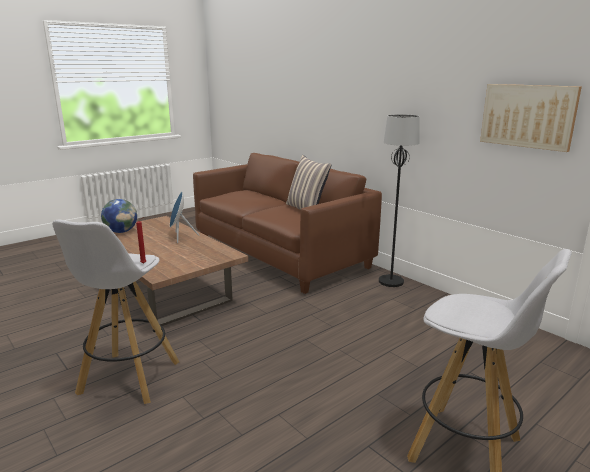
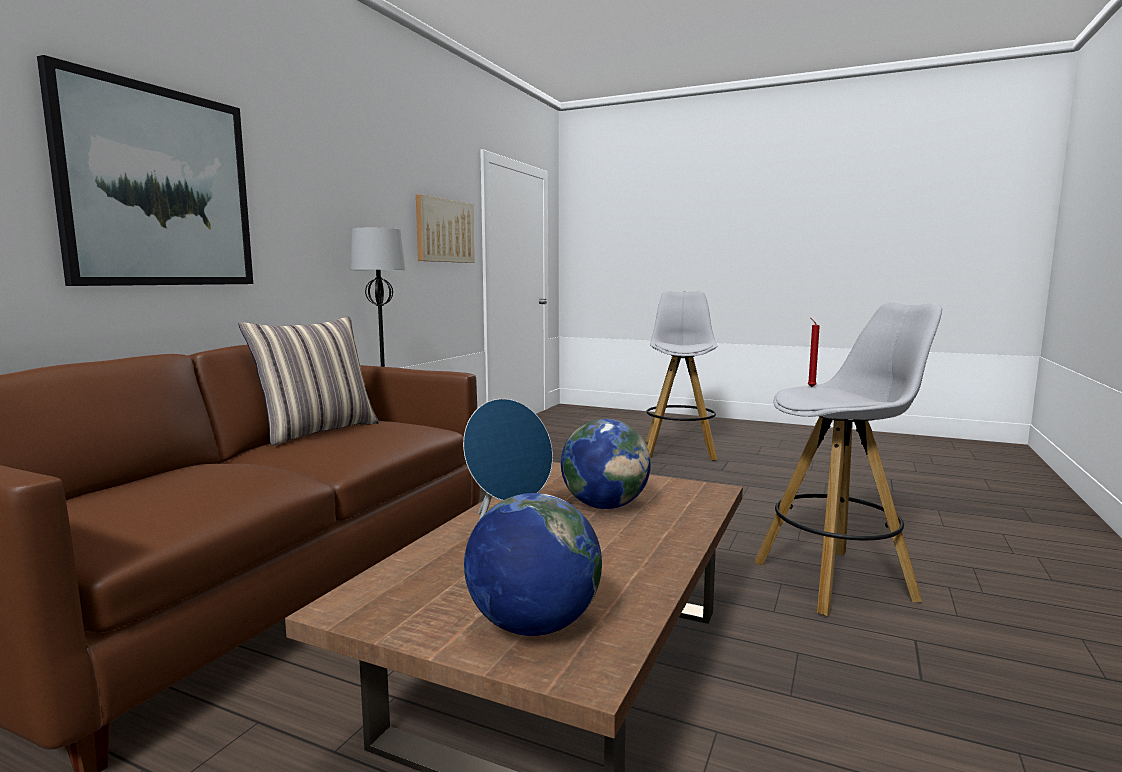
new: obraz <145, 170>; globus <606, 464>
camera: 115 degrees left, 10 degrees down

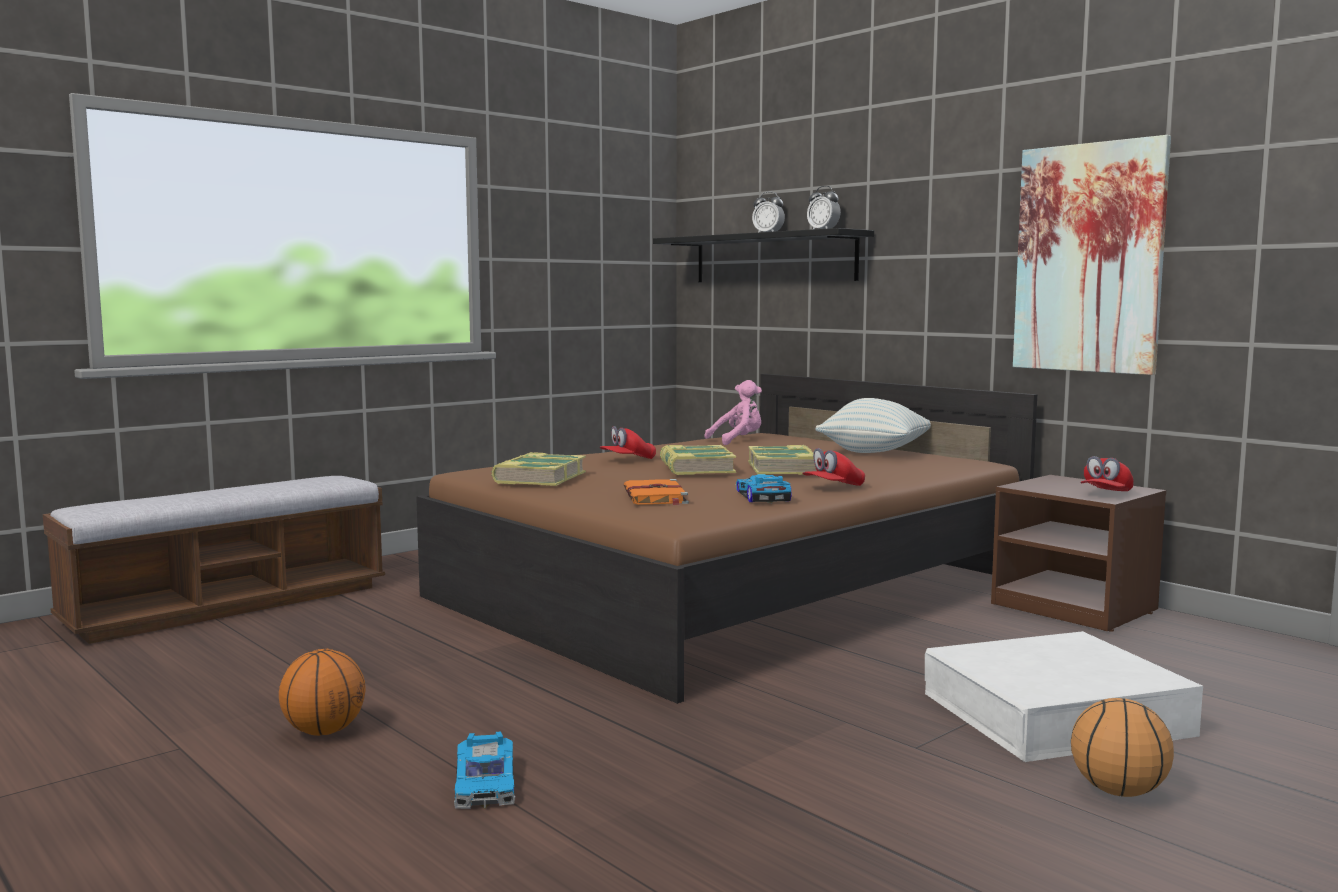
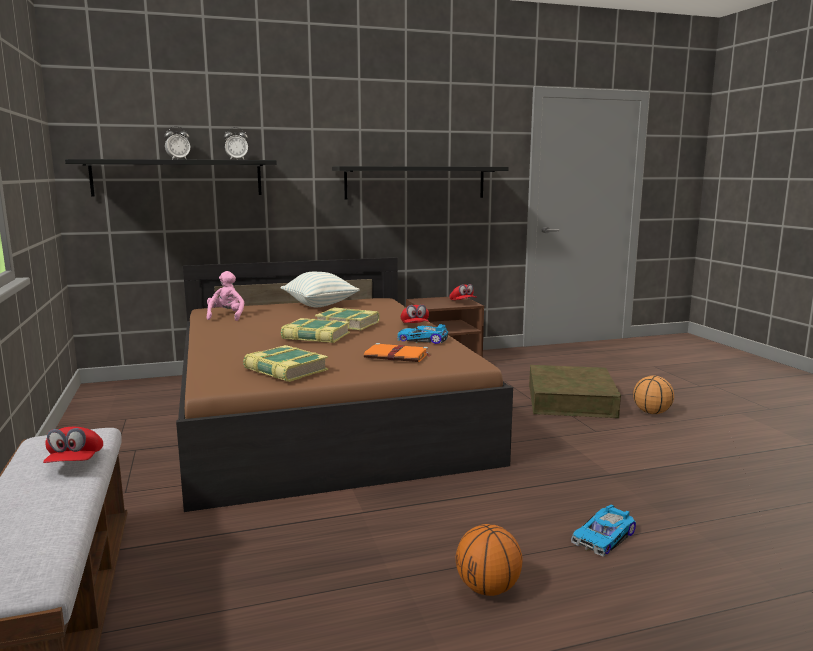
shifted: czapka z daszkiem/czerwony <628, 442> to <73, 445>
swapped: obraz <1092, 255> to półka/czarny <420, 182>
repainted: pojemnik do przechowywania/biały <1064, 696> to pojemnik do przechowywania/brązowy <575, 391>
rotated: samochodzik <484, 770> = <603, 531> 120 degrees clockwise
camera: 65 degrees left, 5 degrees up

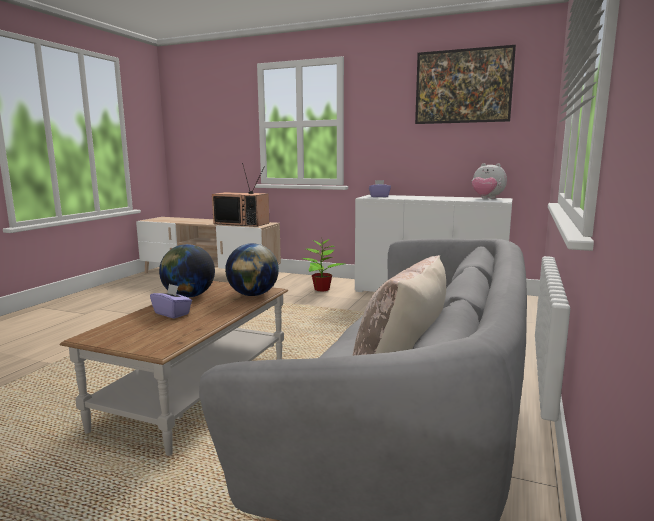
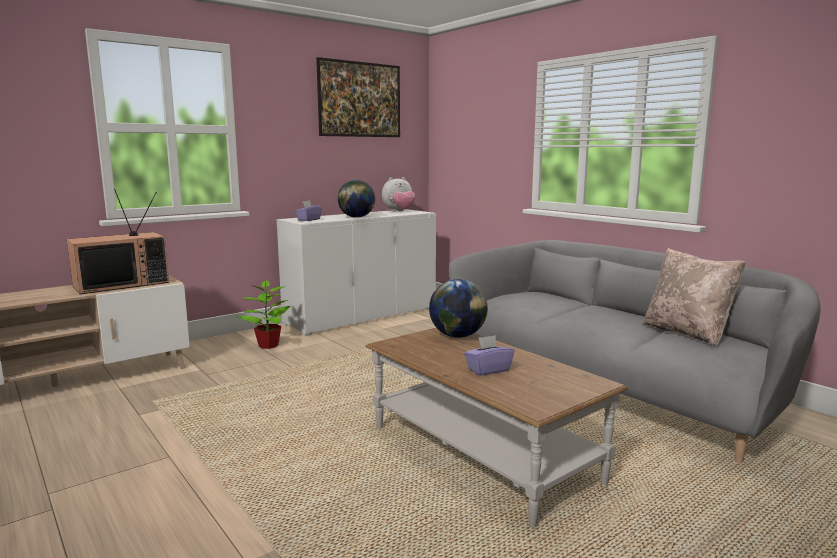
shifted: globus <187, 271> to <356, 199>
camera: 60 degrees left, 0 degrees up

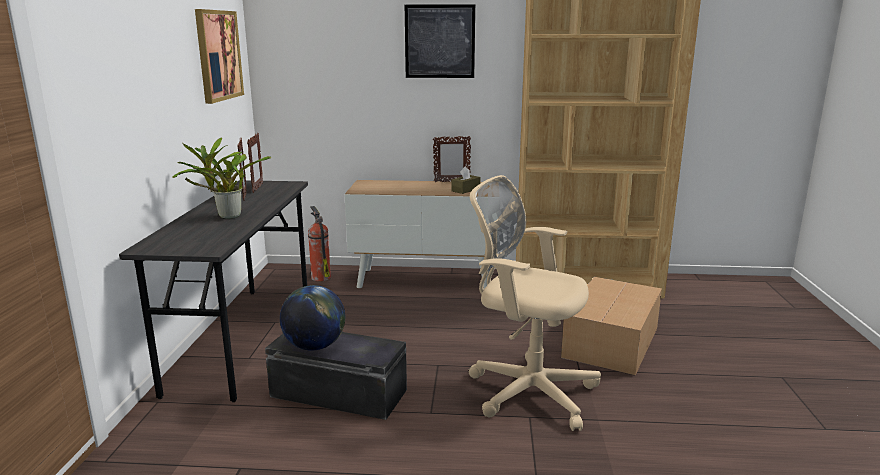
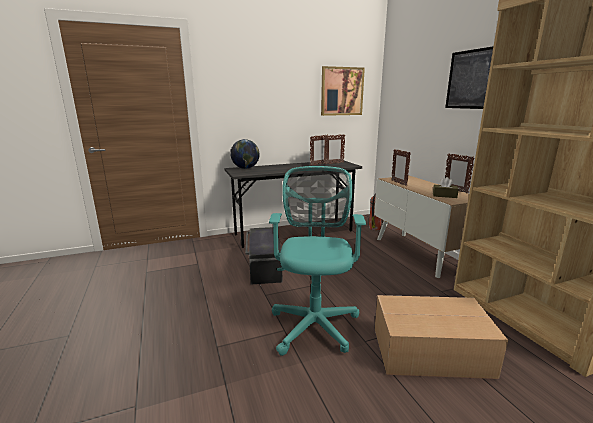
gone: roślina doniczkowa <221, 178>
new: ramka na zdjęcie <401, 167>
shifted: globus <312, 318> to <245, 154>
repainted: krzesło biurowe/beżowy <535, 303> to krzesło biurowe/turkusowy <317, 261>
camera: 65 degrees right, 0 degrees up

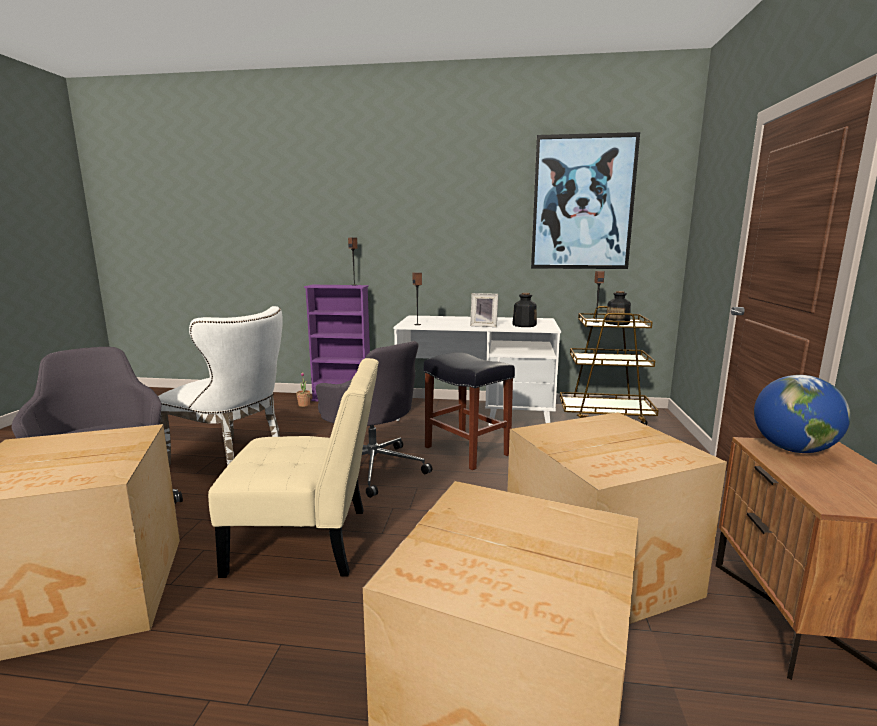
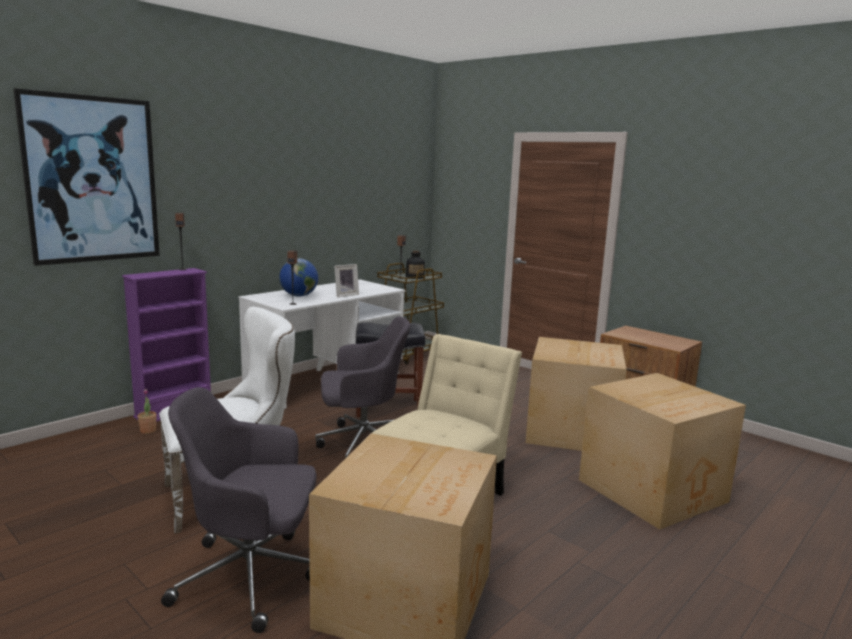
gone: butelka <524, 310>
shifted: obraz <585, 200> to <86, 177>; globus <802, 414> to <298, 277>
camera: 55 degrees left, 0 degrees up

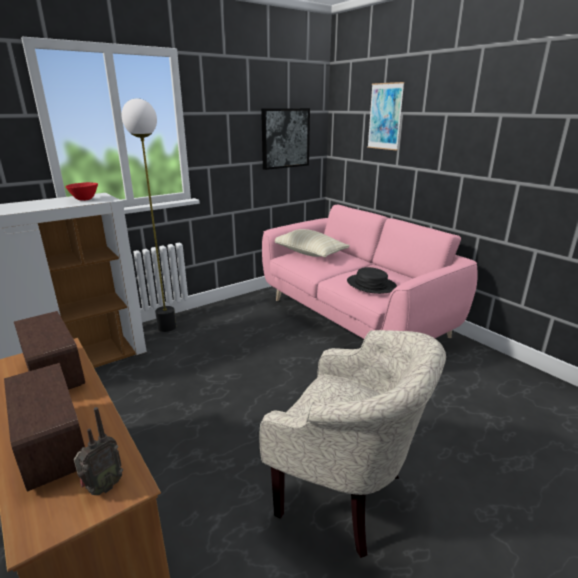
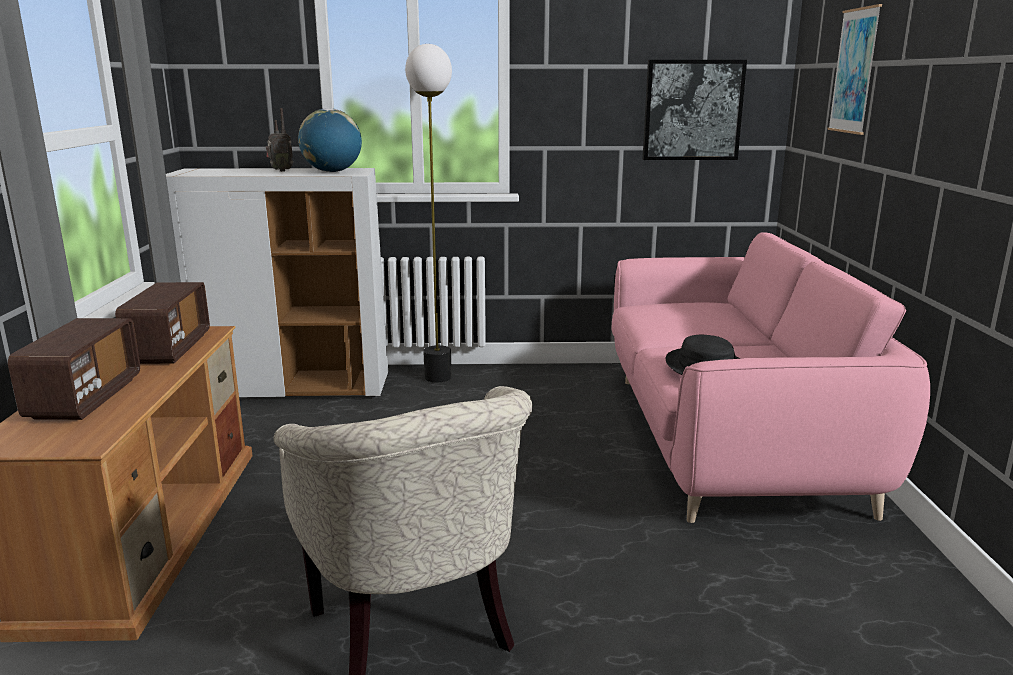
gone: poduszka/beżowy <312, 243>
shifted: radio <98, 451> to <279, 140>
swapped: miska/czerwony <81, 191> to globus <330, 140>
camera: 35 degrees right, 5 degrees down

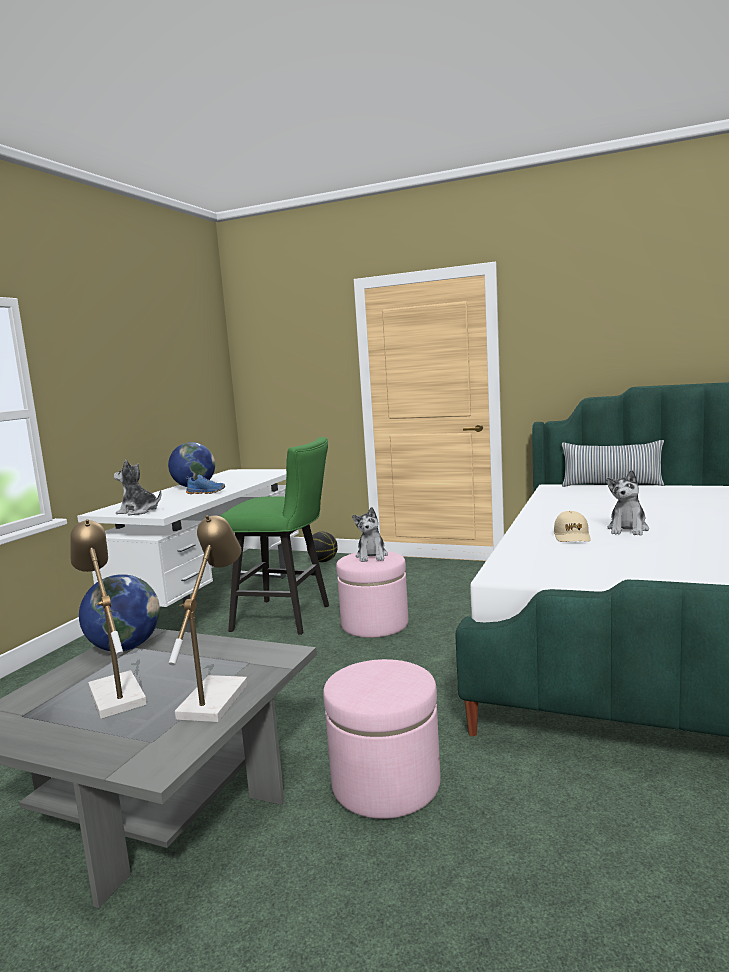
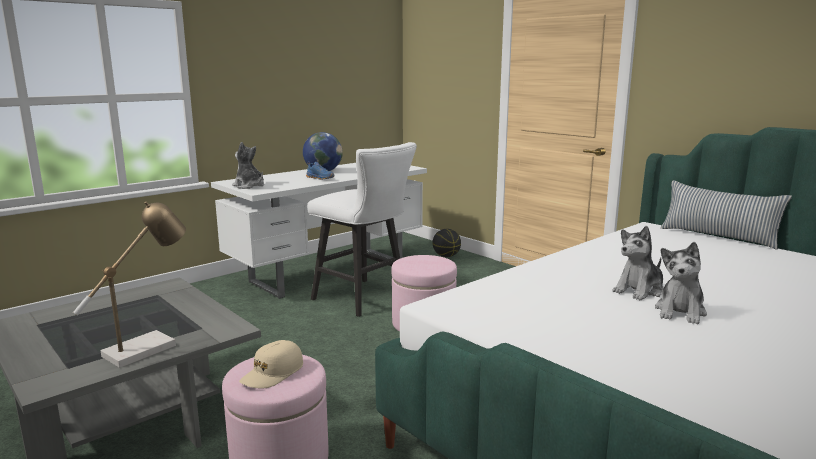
gone: lampa stołowa <108, 619>; globus <119, 612>
shifted: czapka z daszkiem/beżowy <572, 526> to <271, 364>; pluszak <370, 534> to <681, 283>
repainted: stołek/zielony <274, 536> to stołek/biały <362, 229>
camera: 25 degrees right, 5 degrees up

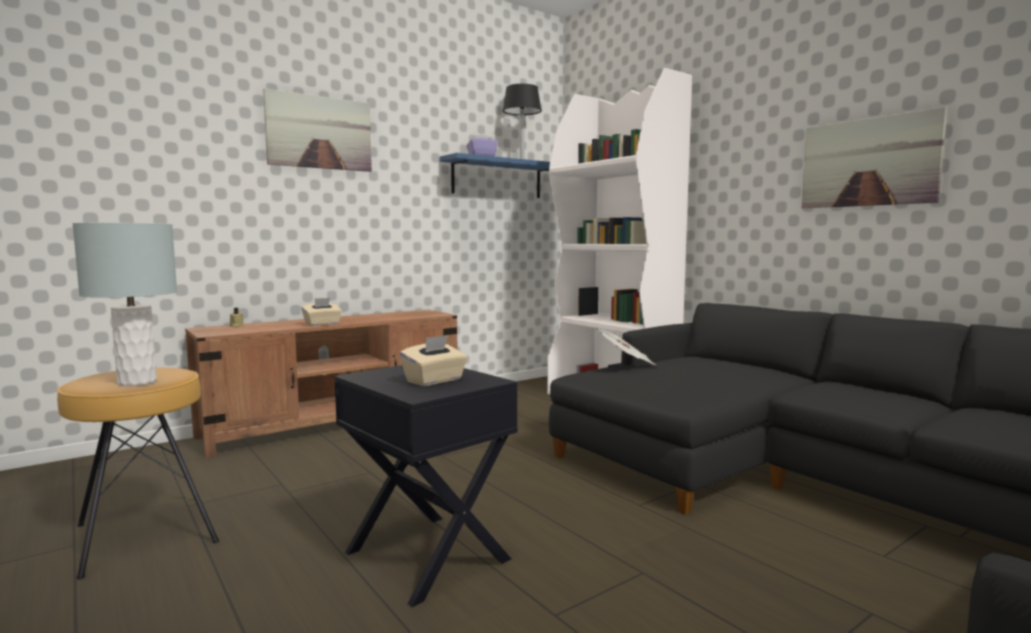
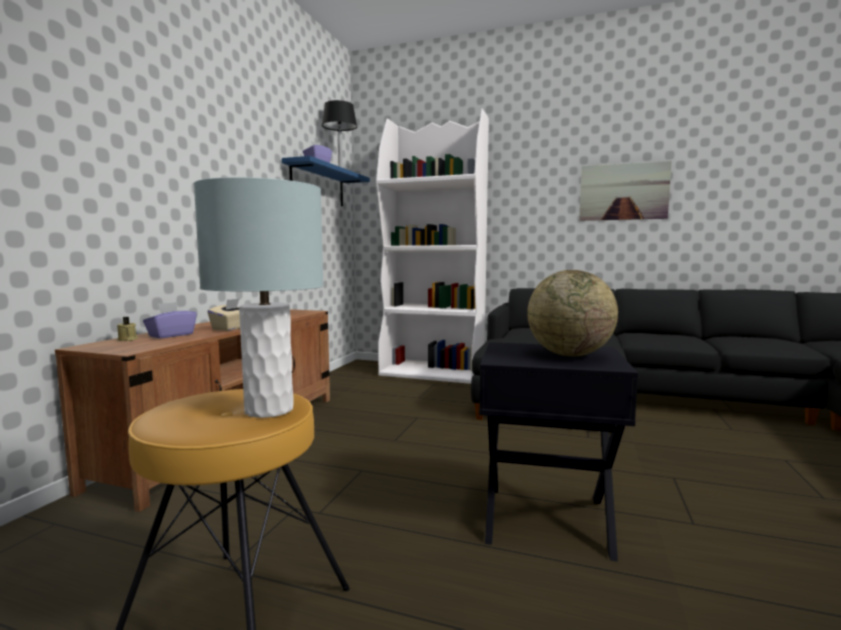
gone: obraz <317, 130>; gazeta <626, 346>
new: pudełko chusteczek/fioletowy <170, 320>
swapped: pudełko chusteczek/beżowy <433, 360> to globus <572, 313>
camera: 35 degrees left, 0 degrees up

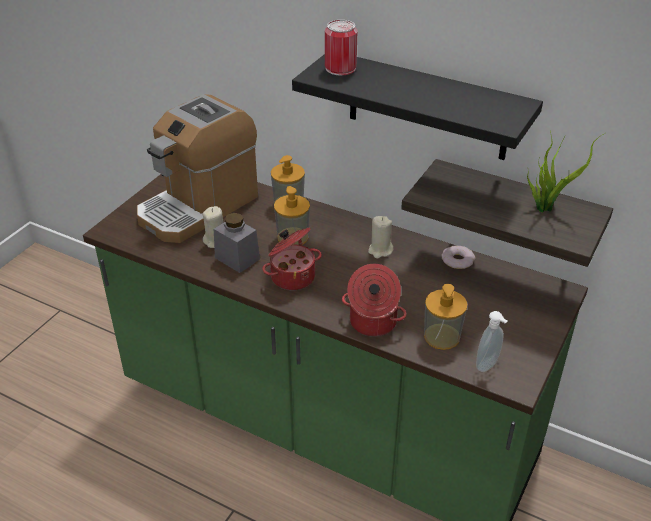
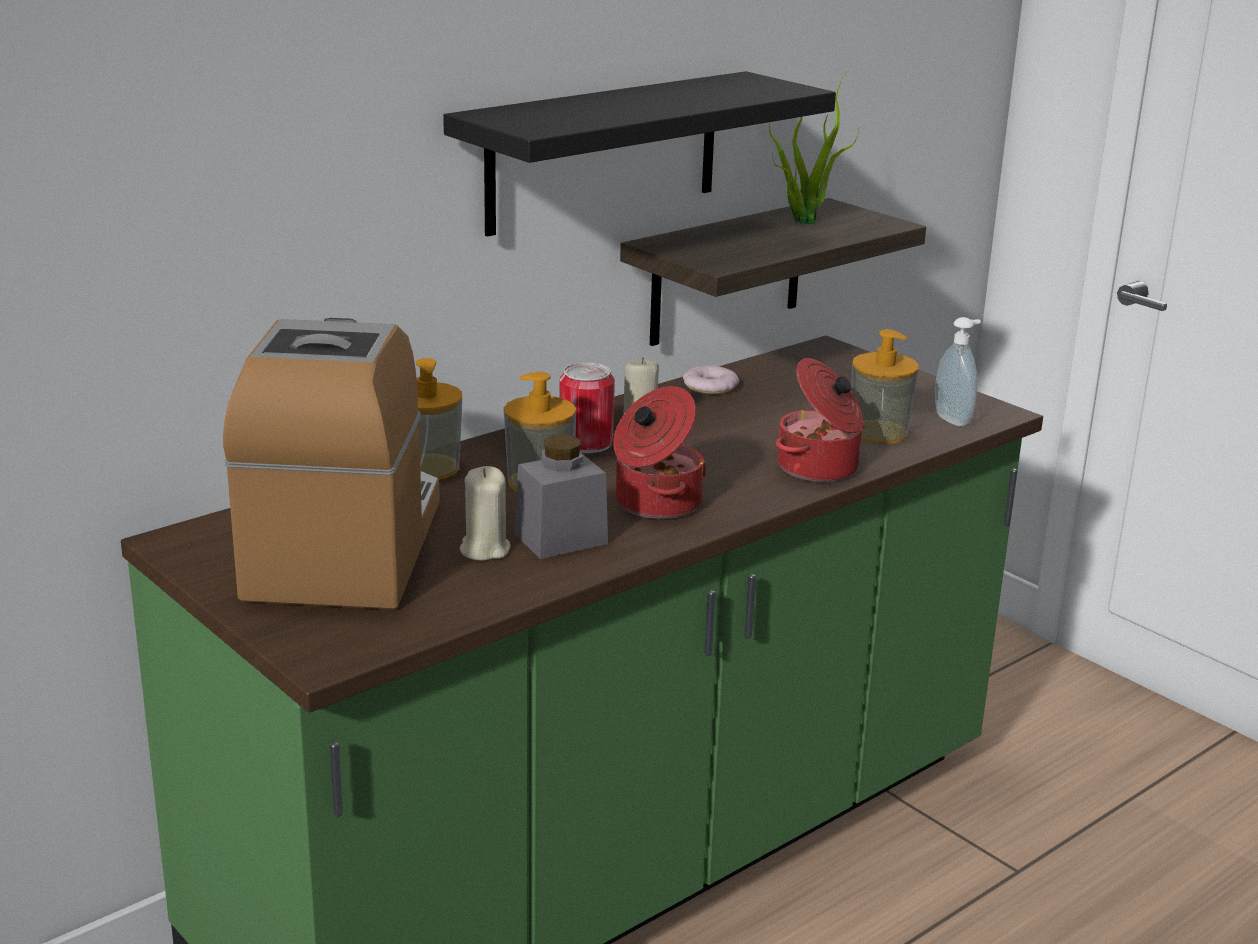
shifted: puszka <341, 47> to <587, 407>
rotated: ekspres do kawy <197, 168> = <331, 464> 150 degrees counterclockwise
camera: 70 degrees left, 15 degrees down

